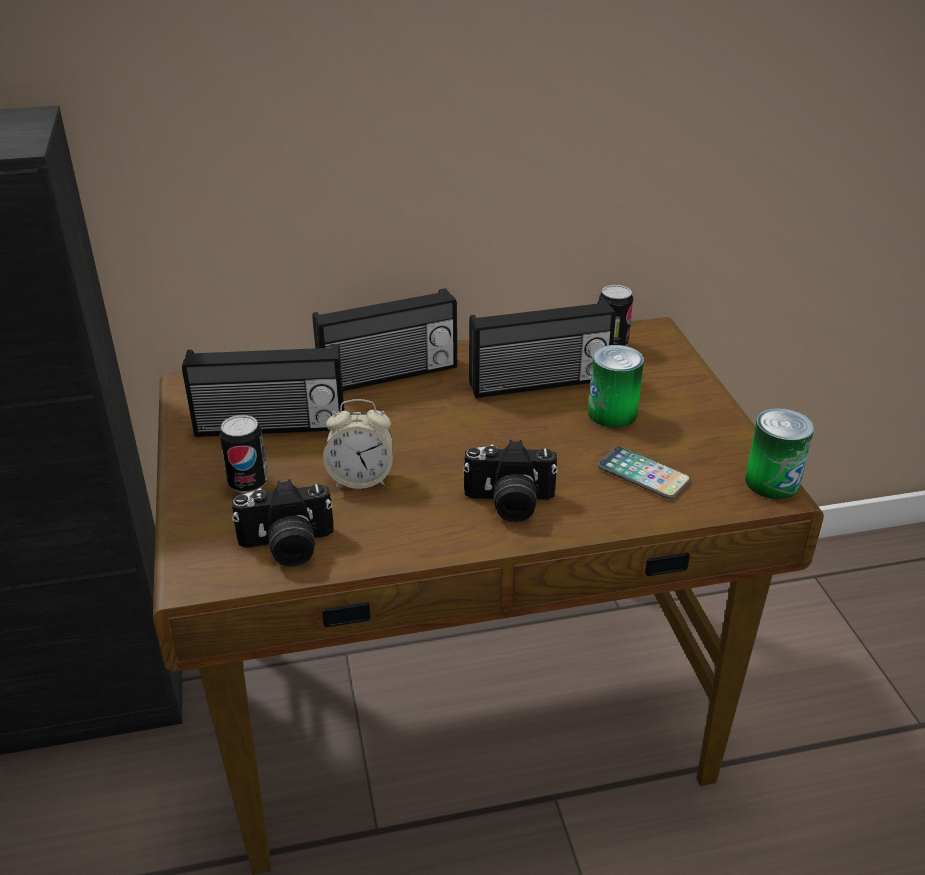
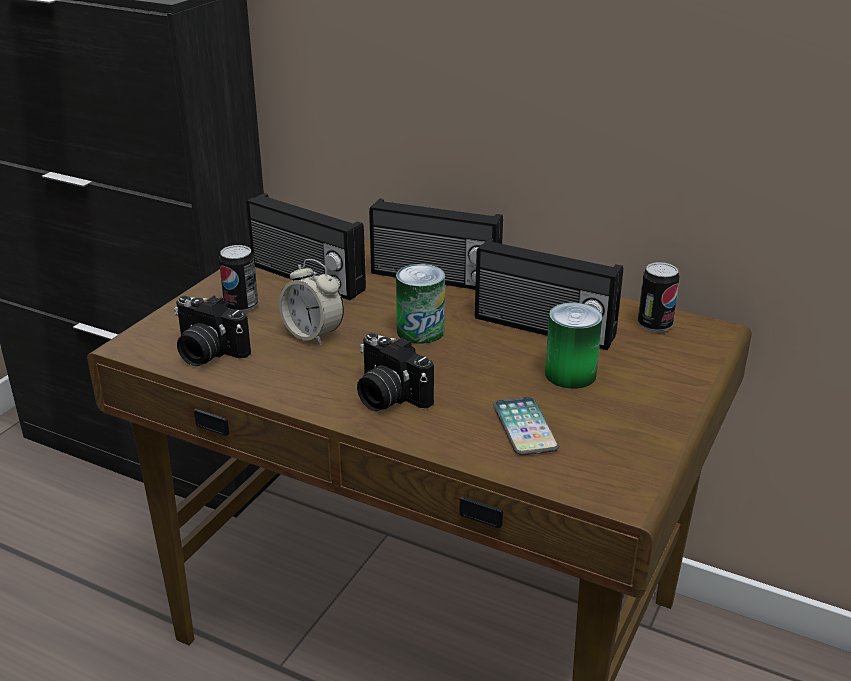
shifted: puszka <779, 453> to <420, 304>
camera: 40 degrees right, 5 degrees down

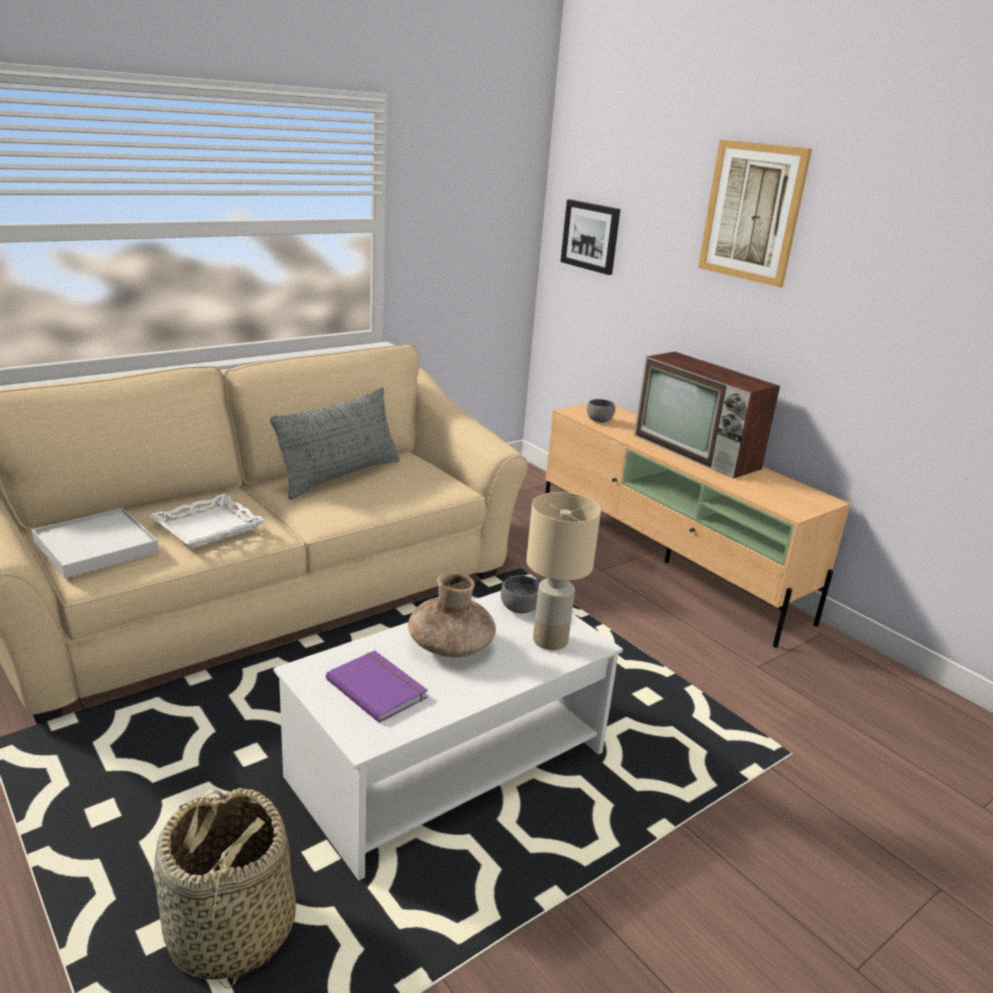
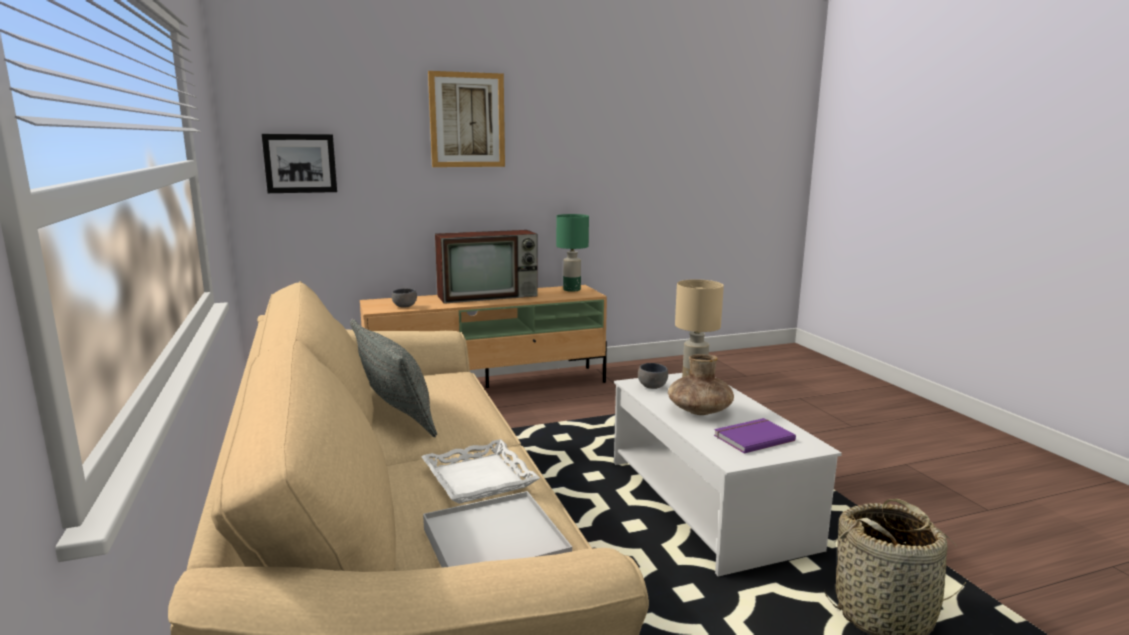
new: lampa stołowa/zielony <572, 253>
camera: 70 degrees left, 10 degrees down

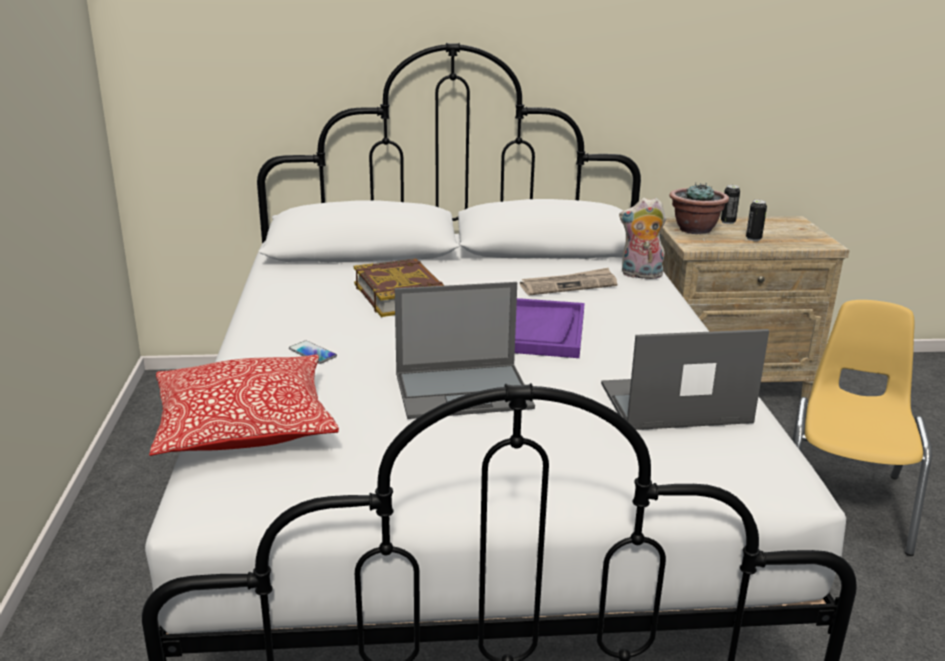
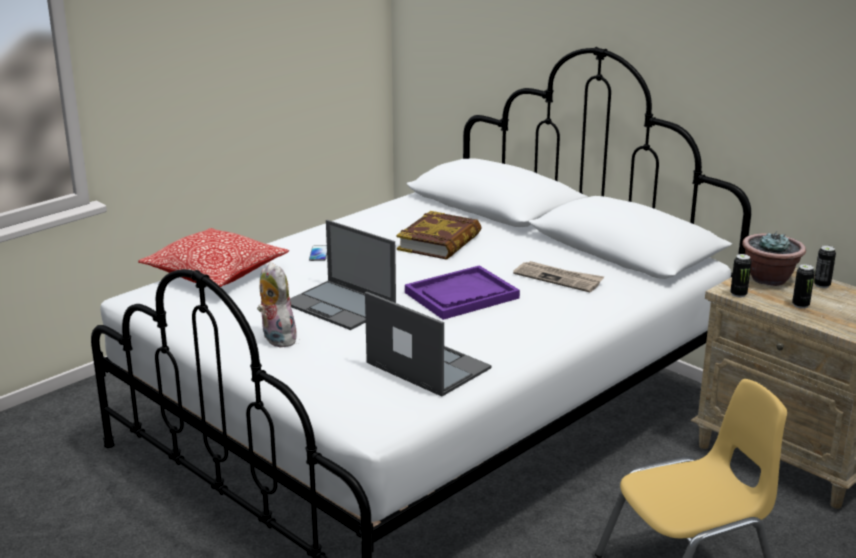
new: puszka <740, 276>
shifted: pluszak <642, 238> to <277, 304>
camera: 50 degrees right, 0 degrees up

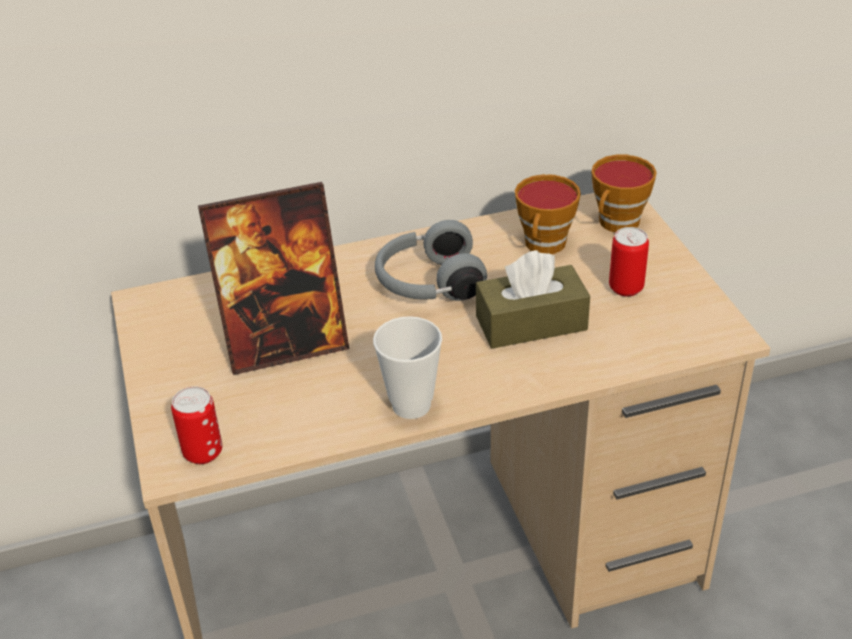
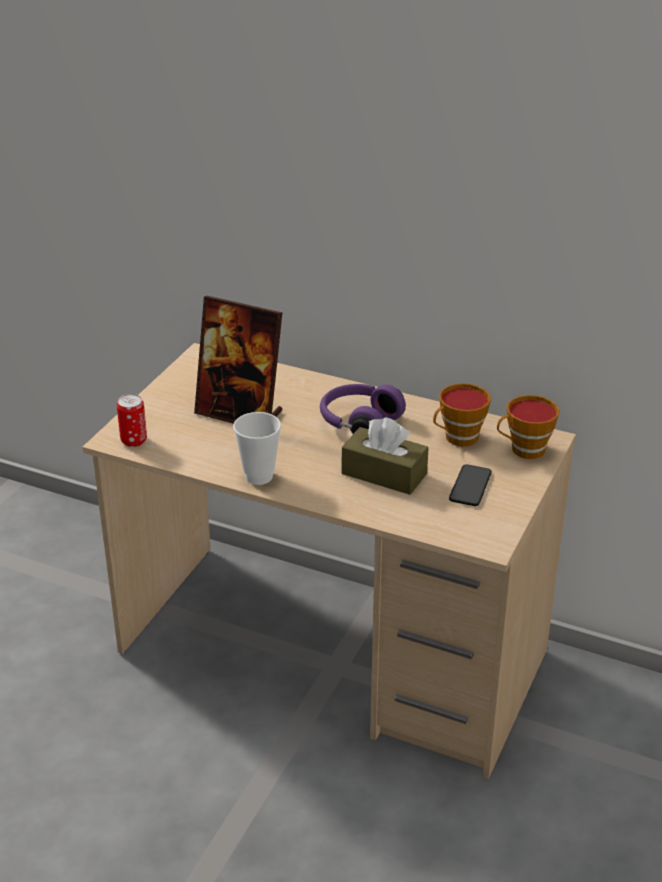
swapped: puszka <629, 262> to telefon <470, 485>
repainted: słuchawki/szary <430, 260> to słuchawki/fioletowy <363, 409>
camera: 40 degrees right, 5 degrees down

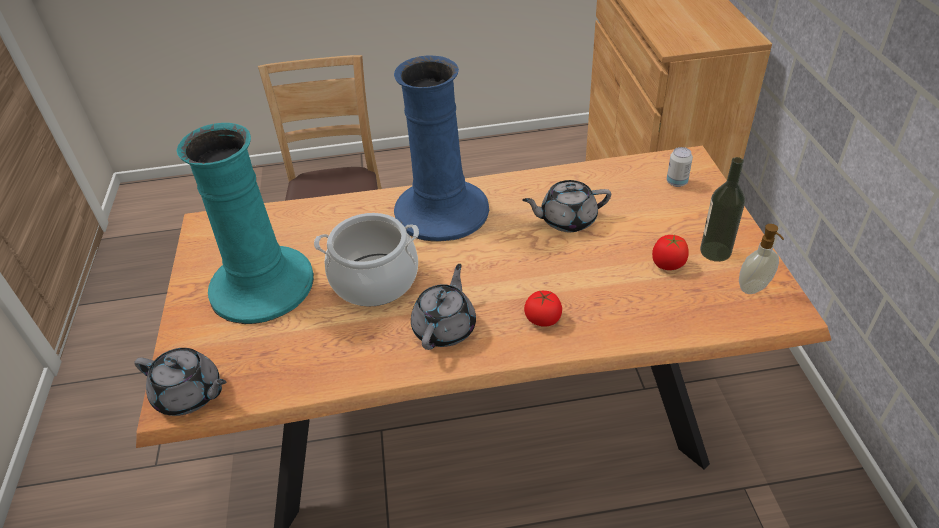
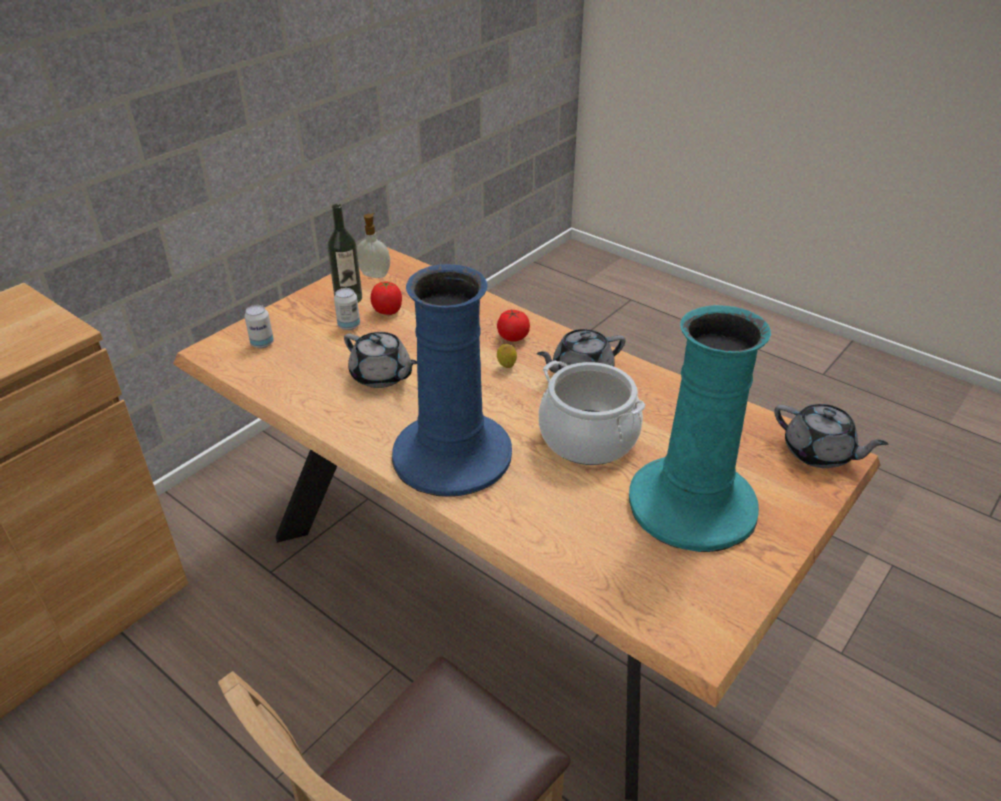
new: puszka <347, 309>; cytryna <507, 356>
rotated: imbryk/szary <180, 382> = <831, 436> 150 degrees clockwise
camera: 135 degrees left, 5 degrees down

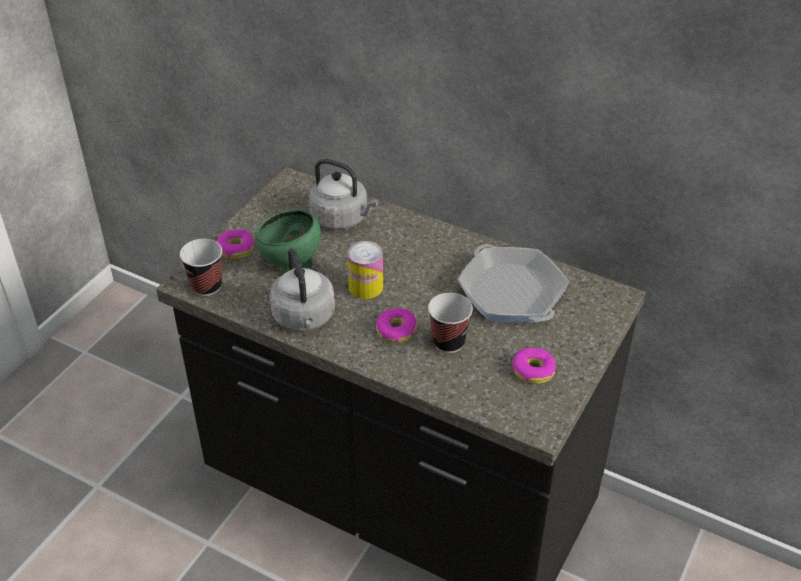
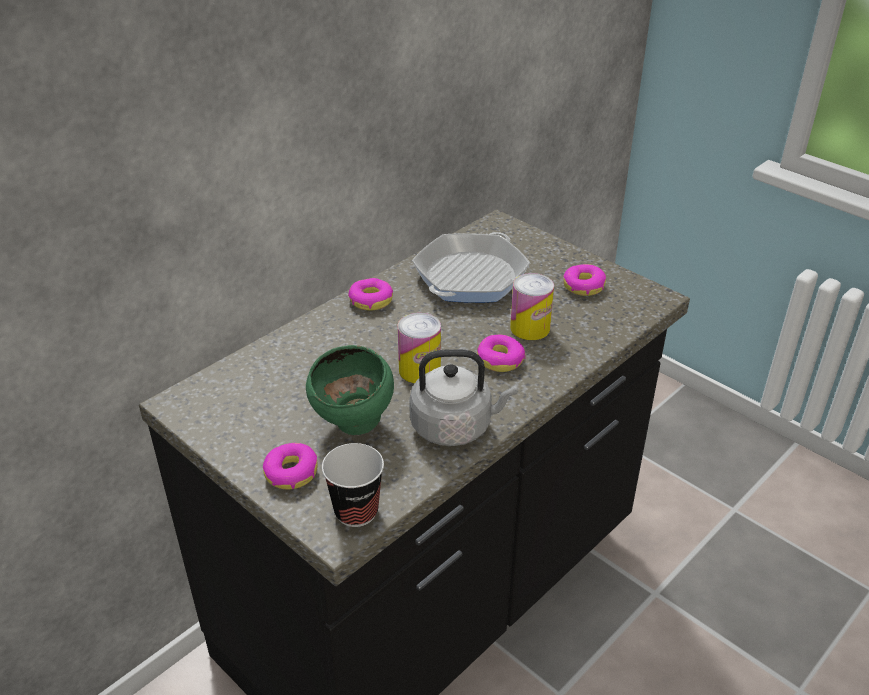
gone: czajnik/szary <343, 194>
new: donut <370, 294>
swapped: filiżanka <450, 323> to puszka <532, 306>
rotated: patelnia <513, 283> = <471, 267> 135 degrees clockwise
camera: 75 degrees left, 5 degrees down

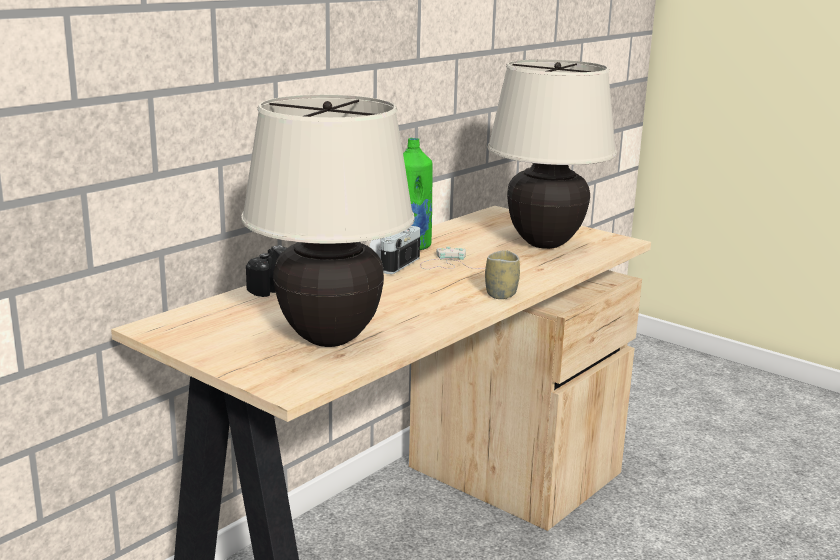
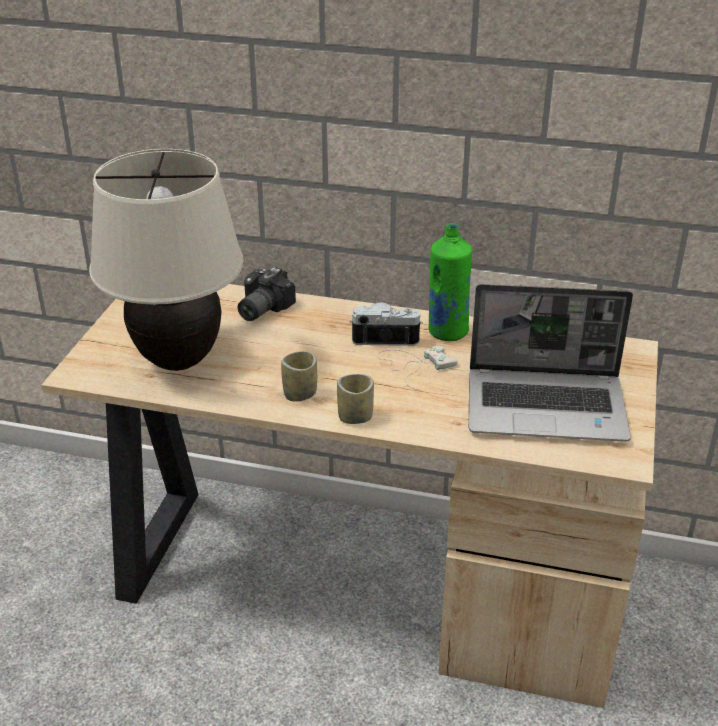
new: filiżanka <299, 376>
swapped: lampa stołowa/beżowy <552, 154> to laptop <551, 363>
camera: 65 degrees right, 15 degrees up

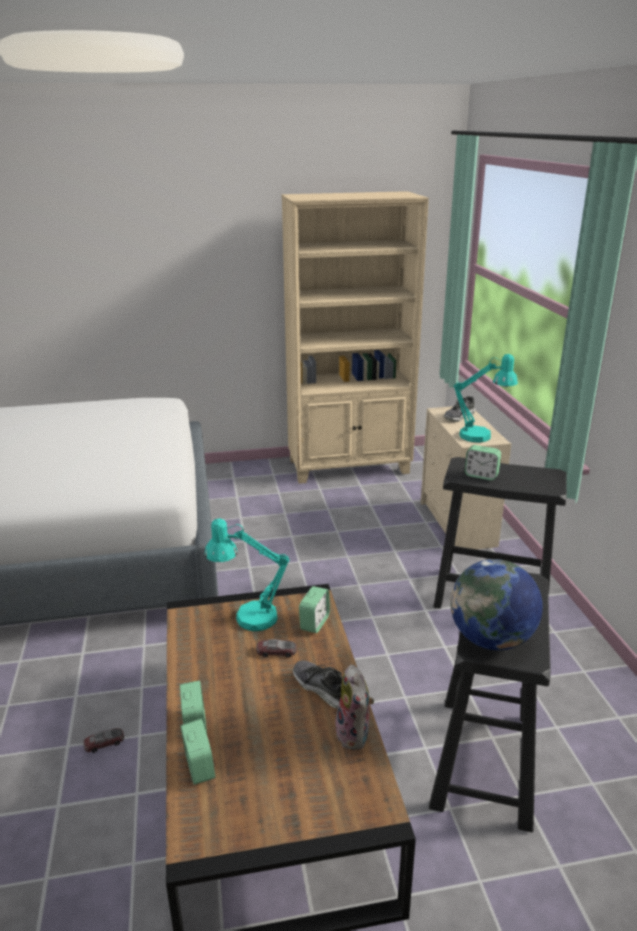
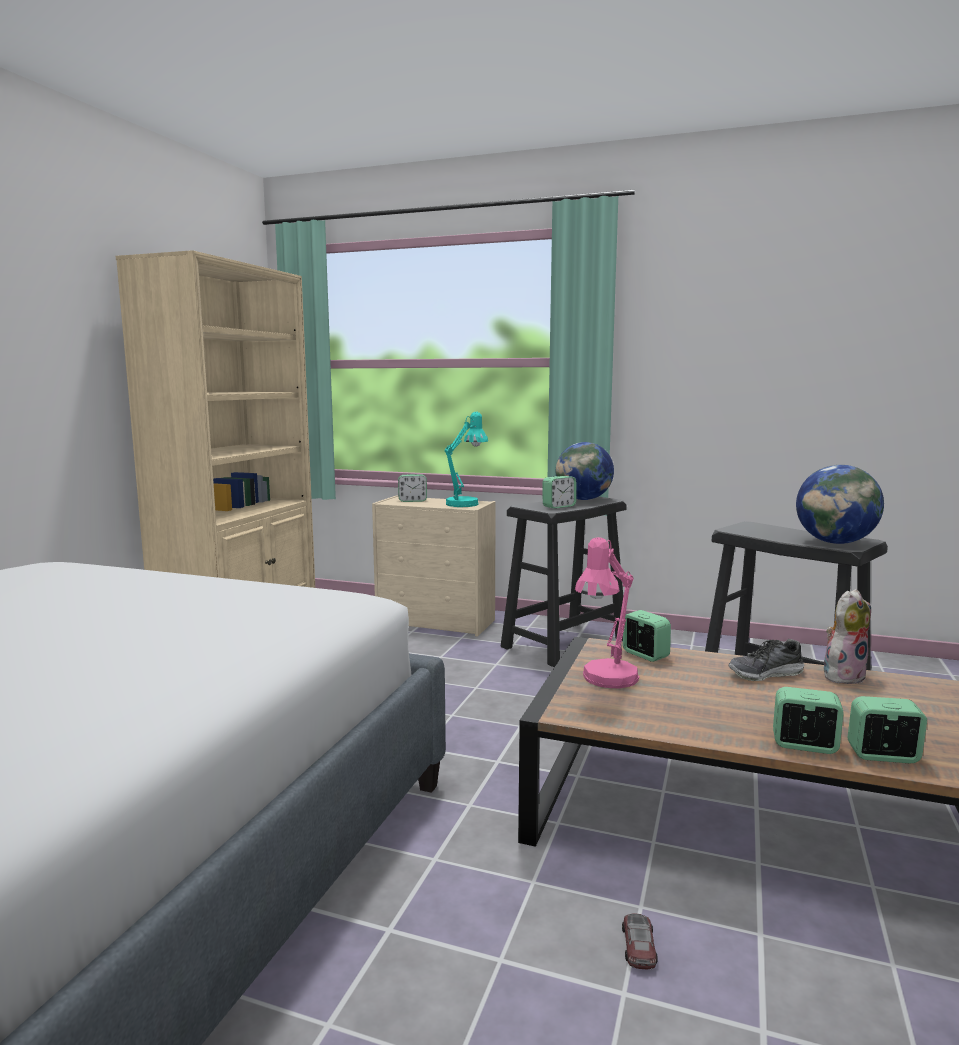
gone: samochodzik <276, 648>
new: globus <585, 471>
swapped: but <459, 409> to budzik <412, 488>
repainted: lampa stołowa/turkusowy <247, 574> to lampa stołowa/różowy <607, 612>
rotated: pluszak <354, 707> = <847, 636> 45 degrees counterclockwise
camera: 60 degrees left, 15 degrees down

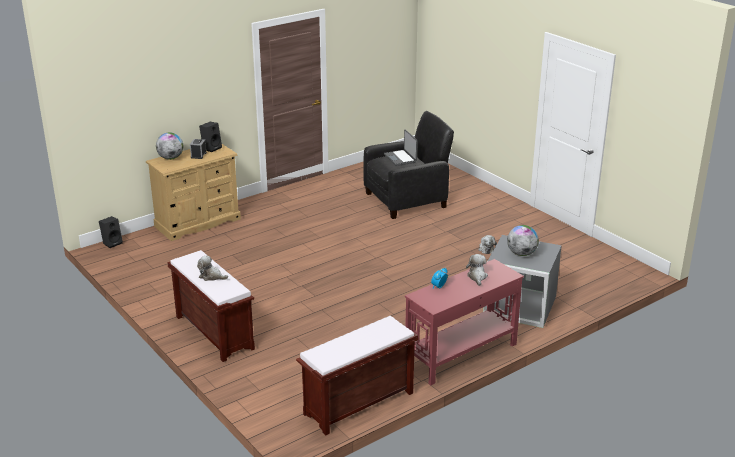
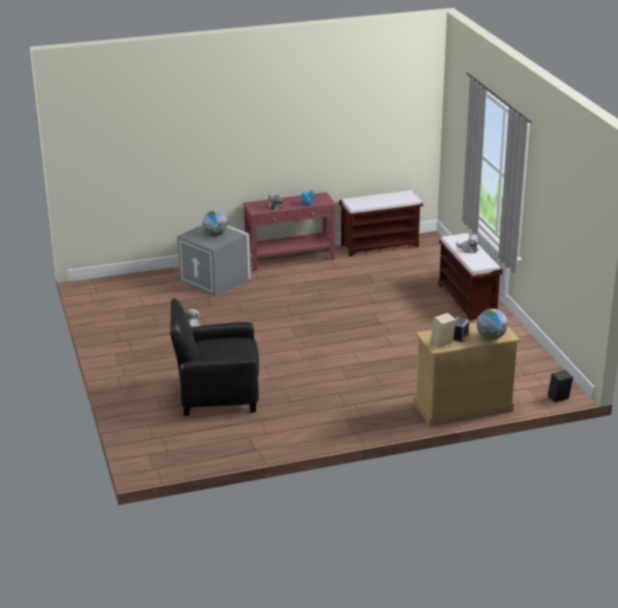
gone: laptop <401, 148>
repainted: głośnik/czarny <210, 137> to głośnik/beżowy <443, 330>
camera: 160 degrees left, 0 degrees up

